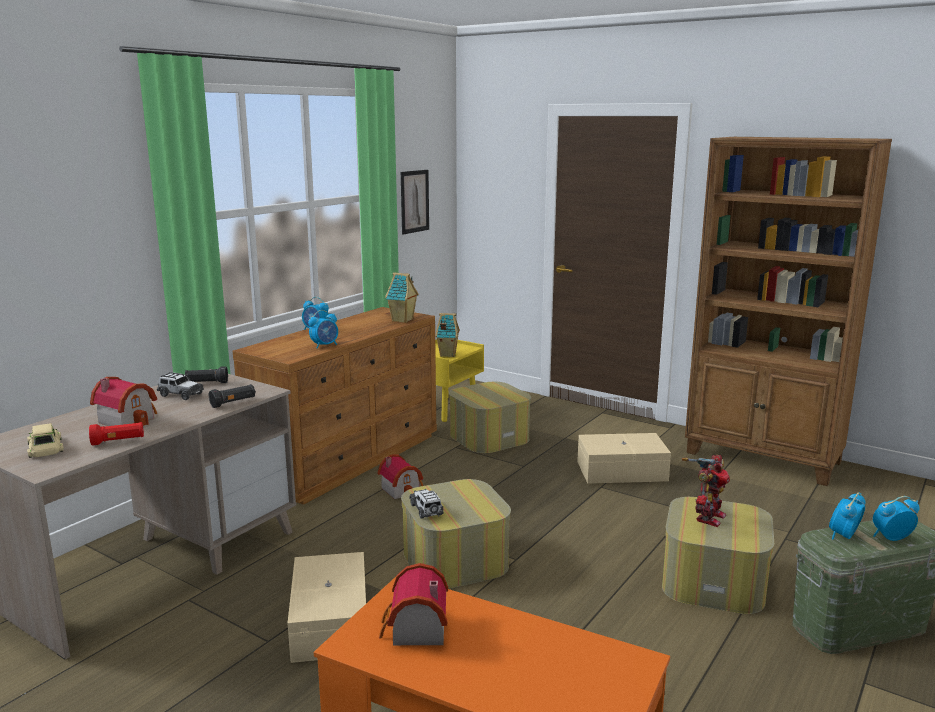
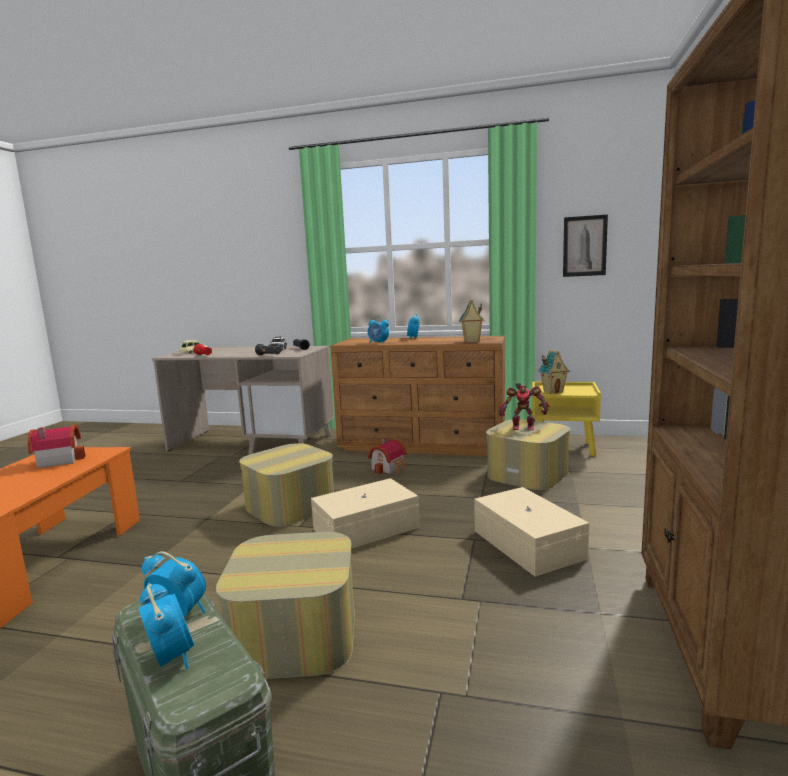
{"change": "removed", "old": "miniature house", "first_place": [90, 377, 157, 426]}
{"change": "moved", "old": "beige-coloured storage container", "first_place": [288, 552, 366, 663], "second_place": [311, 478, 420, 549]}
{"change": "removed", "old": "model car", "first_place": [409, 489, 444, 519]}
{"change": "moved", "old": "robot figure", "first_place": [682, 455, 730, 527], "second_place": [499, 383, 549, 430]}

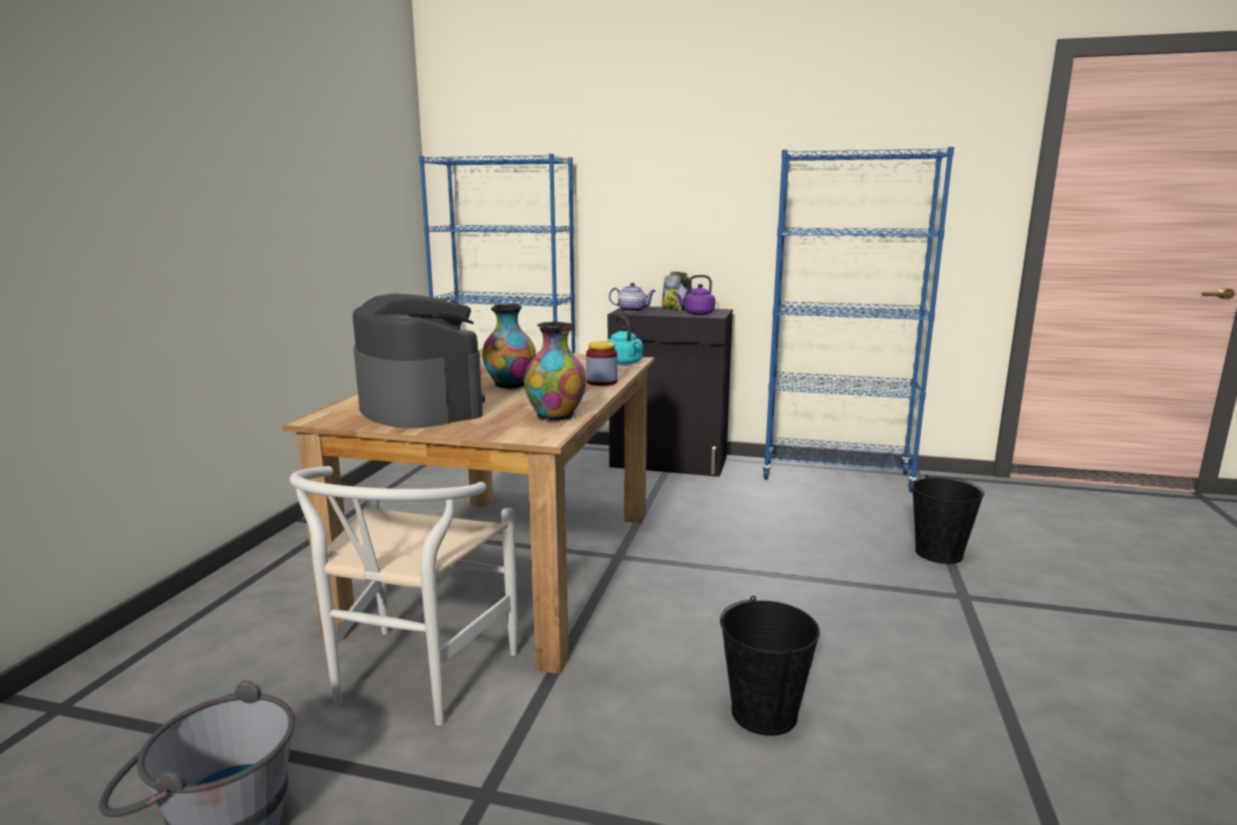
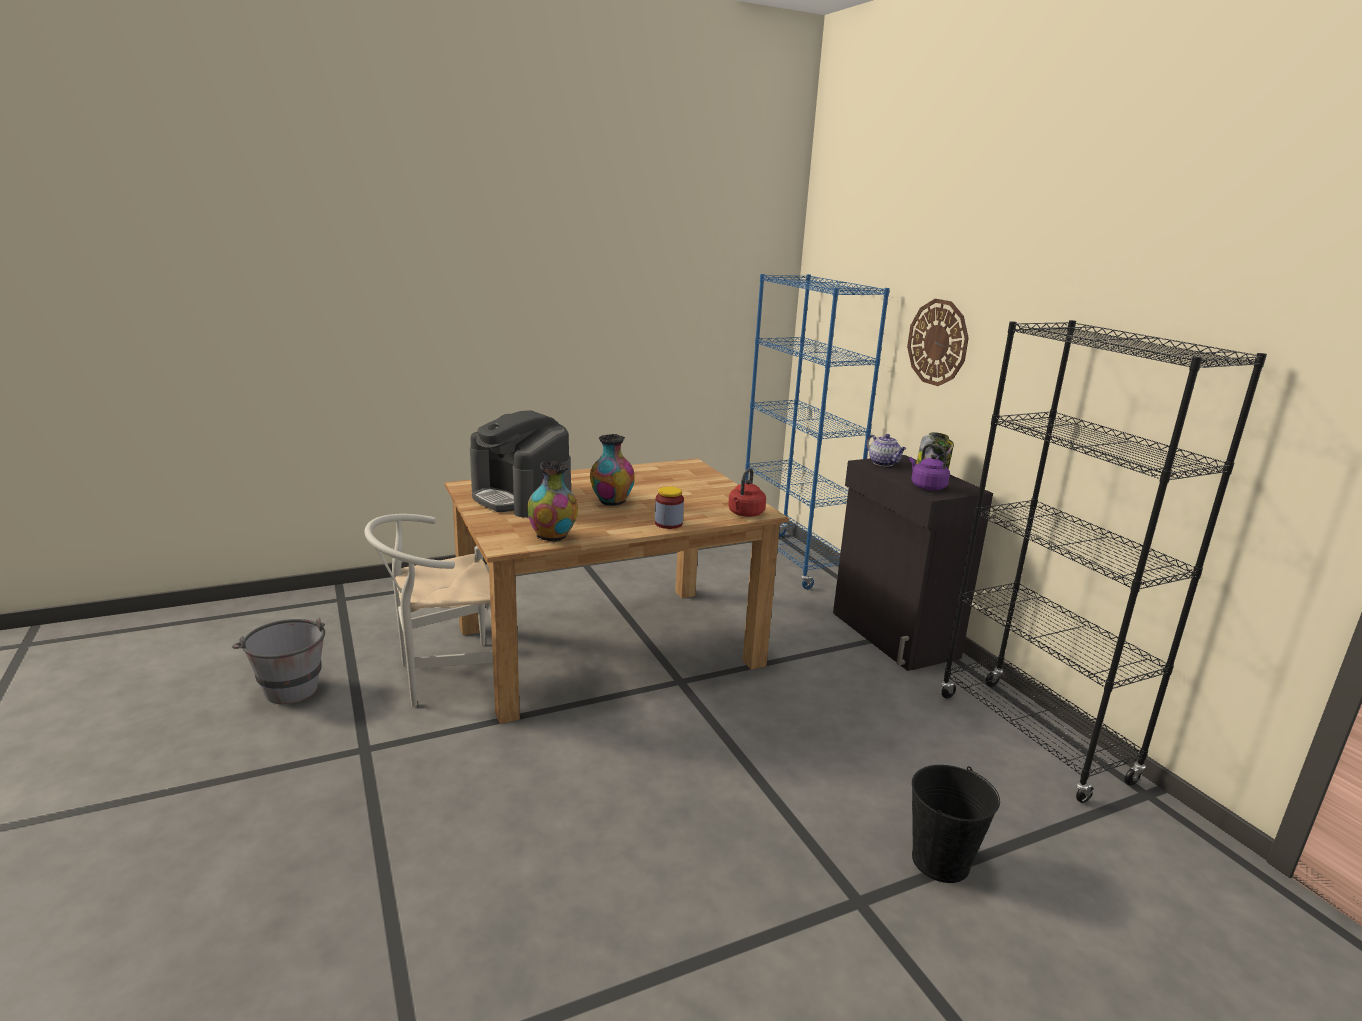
{"change": "turned", "old": "coffee machine", "first_place": [353, 294, 485, 428], "second_place": [470, 410, 571, 518], "degrees": 120}
{"change": "recoloured", "old": "blue-green water kettle", "new": "red water kettle", "first_place": [606, 316, 643, 365], "second_place": [728, 468, 766, 517]}
{"change": "removed", "old": "blackish pail", "first_place": [720, 596, 820, 736]}
{"change": "recoloured", "old": "bluish shelving unit", "new": "blackish shelving unit", "first_place": [762, 147, 954, 492], "second_place": [941, 320, 1267, 803]}
{"change": "added", "new": "hanging clock", "second_place": [907, 299, 969, 386]}

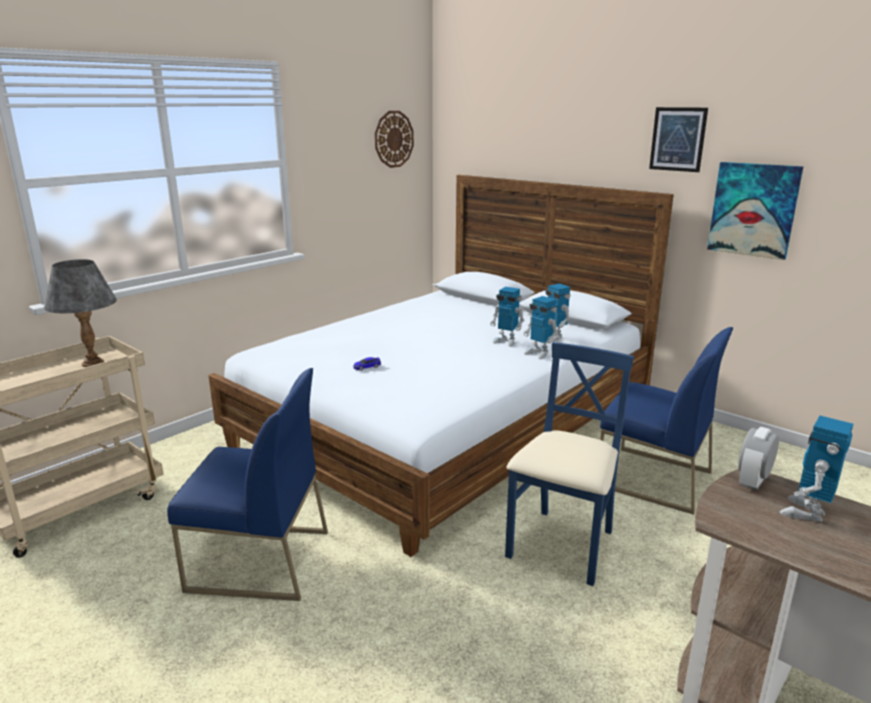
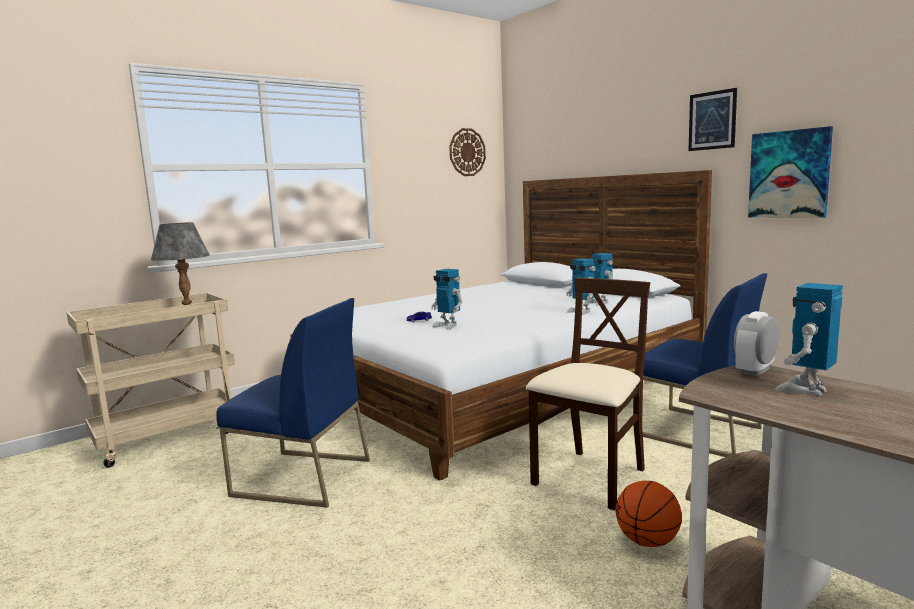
{"change": "moved", "old": "robot figure", "first_place": [490, 287, 524, 347], "second_place": [431, 269, 463, 330]}
{"change": "recoloured", "old": "bluish plain chair", "new": "beige-coloured plain chair", "first_place": [505, 342, 634, 586], "second_place": [526, 278, 650, 510]}
{"change": "added", "new": "basketball", "second_place": [616, 481, 682, 547]}

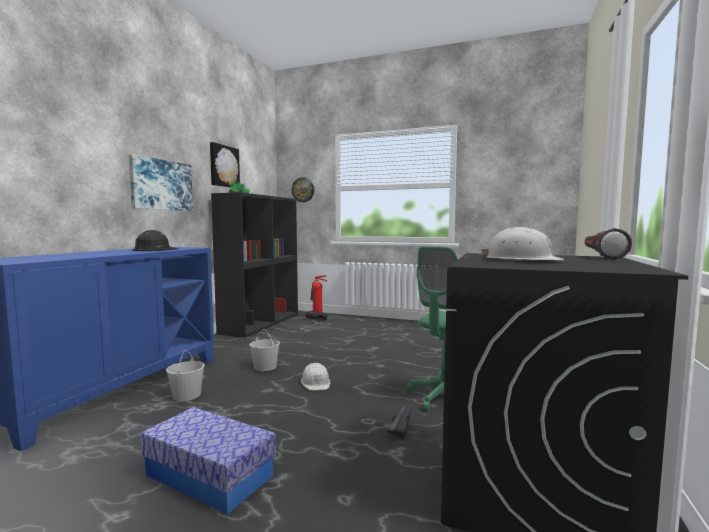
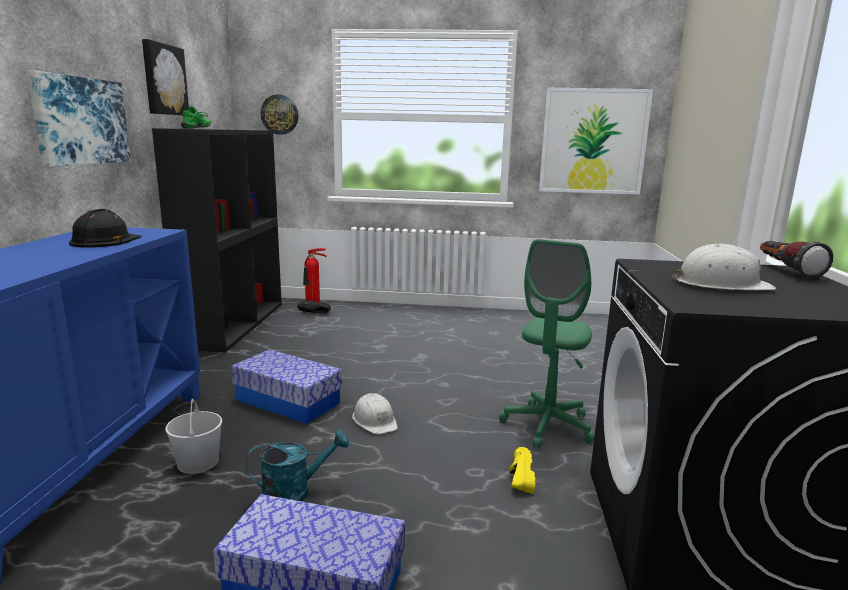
{"change": "replaced", "old": "white pail", "new": "storage container", "first_place": [250, 329, 280, 371], "second_place": [231, 349, 342, 424]}
{"change": "recoloured", "old": "blackish low shoe", "new": "yellowish low shoe", "first_place": [387, 405, 411, 440], "second_place": [509, 447, 536, 494]}
{"change": "added", "new": "blue-green sprinkling can", "second_place": [246, 430, 349, 502]}
{"change": "added", "new": "wall picture", "second_place": [539, 88, 653, 195]}

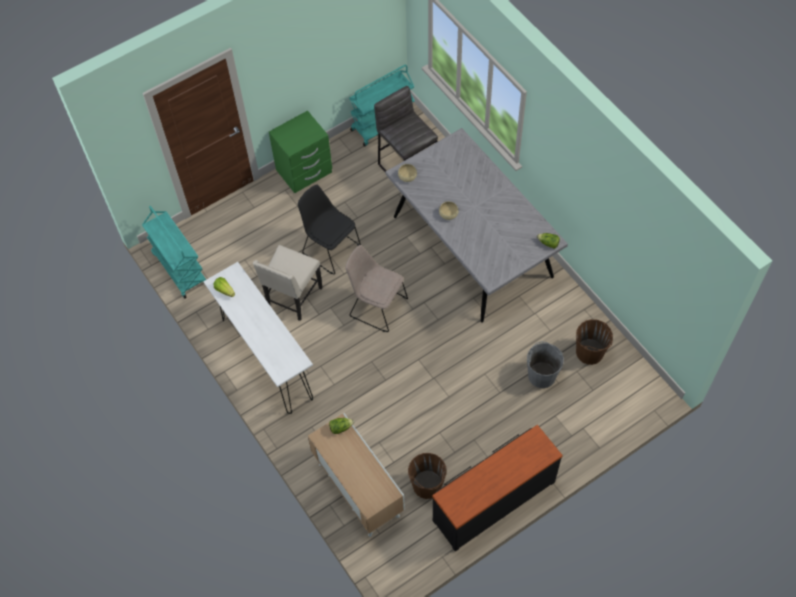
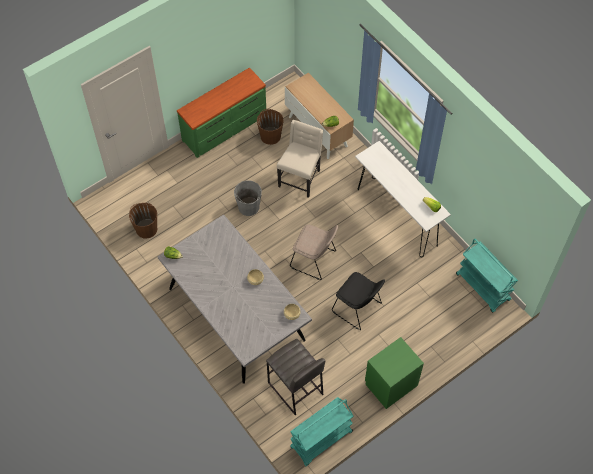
{"change": "moved", "old": "beige-coloured plain chair", "first_place": [253, 245, 322, 321], "second_place": [277, 120, 323, 198]}
{"change": "recoloured", "old": "blackish dresser", "new": "green-coloured dresser", "first_place": [432, 425, 563, 552], "second_place": [177, 68, 266, 158]}
{"change": "moved", "old": "gray pail", "first_place": [527, 341, 564, 388], "second_place": [234, 180, 262, 216]}

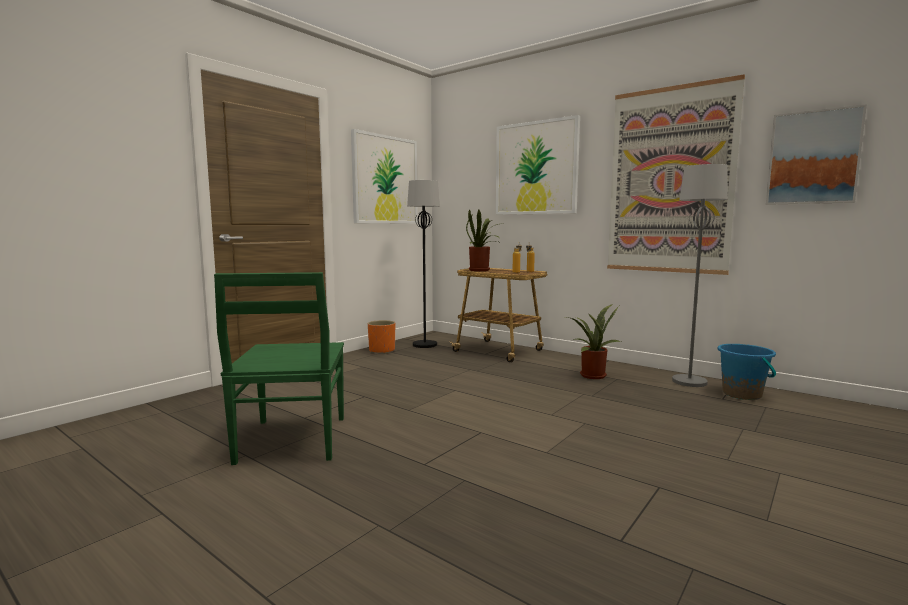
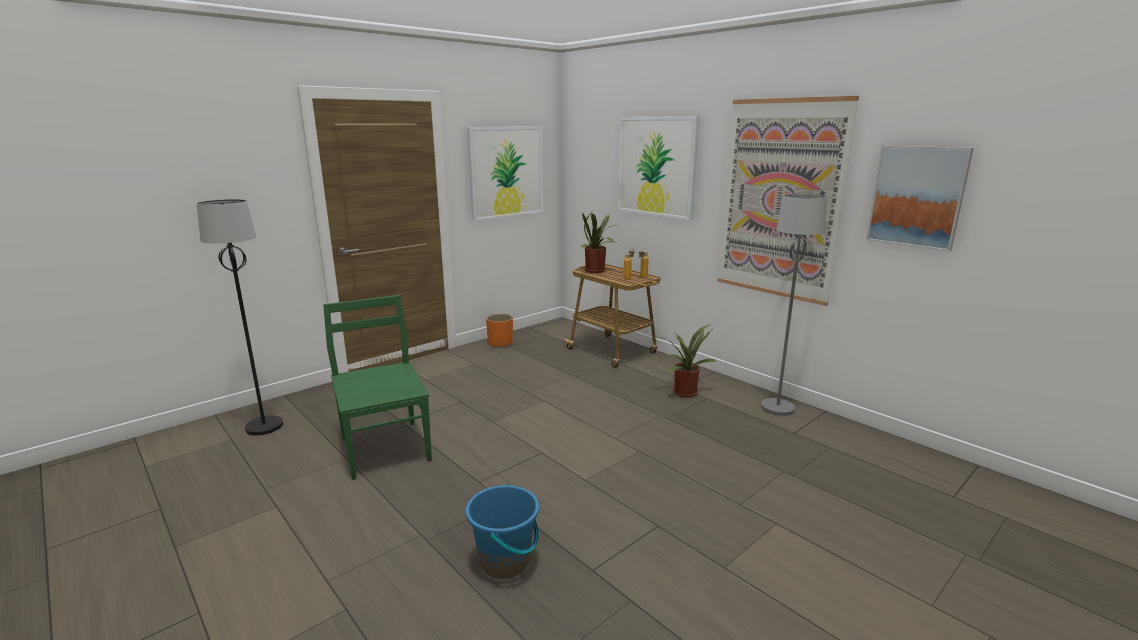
{"change": "turned", "old": "green-coloured plain chair", "first_place": [214, 272, 344, 465], "second_place": [323, 295, 432, 480], "degrees": 150}
{"change": "moved", "old": "blackish standing lamp", "first_place": [407, 180, 440, 348], "second_place": [197, 199, 283, 435]}
{"change": "moved", "old": "bluish pail", "first_place": [718, 344, 776, 400], "second_place": [465, 484, 539, 579]}

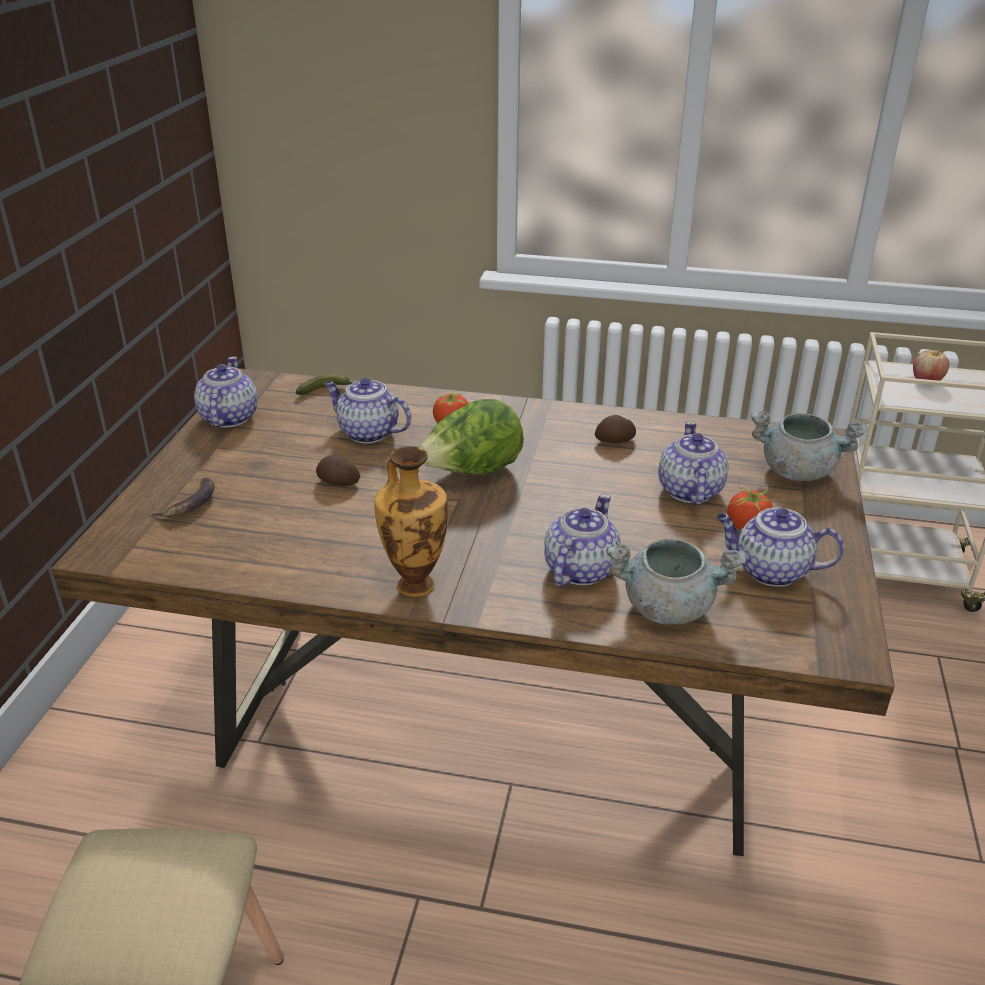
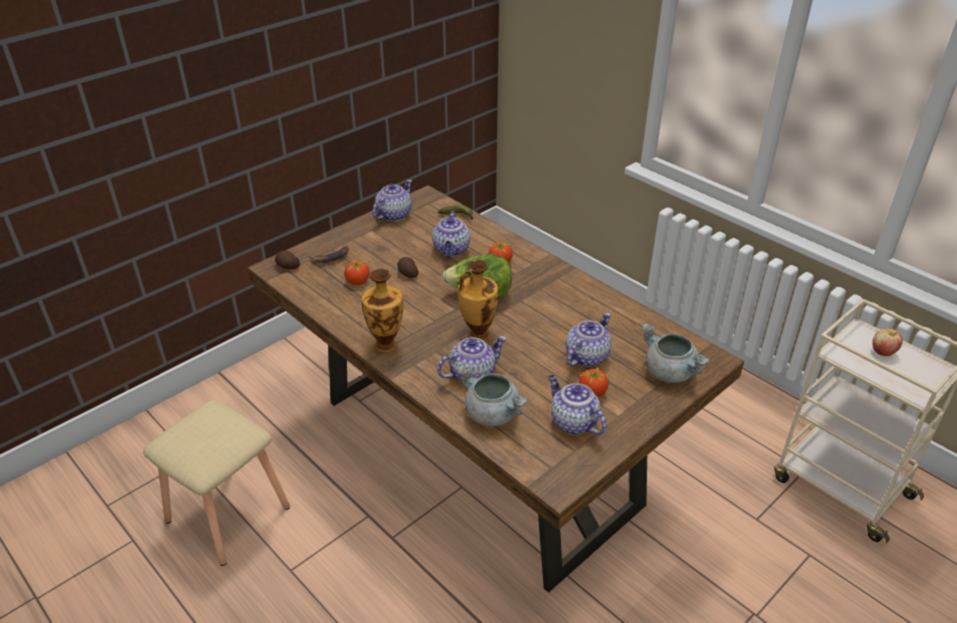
{"change": "turned", "old": "tea pot", "first_place": [324, 378, 411, 443], "second_place": [432, 211, 470, 256], "degrees": -150}
{"change": "moved", "old": "spud", "first_place": [595, 415, 636, 443], "second_place": [275, 250, 300, 269]}
{"change": "added", "new": "tomato", "second_place": [343, 259, 370, 285]}
{"change": "added", "new": "vase", "second_place": [457, 260, 499, 341]}

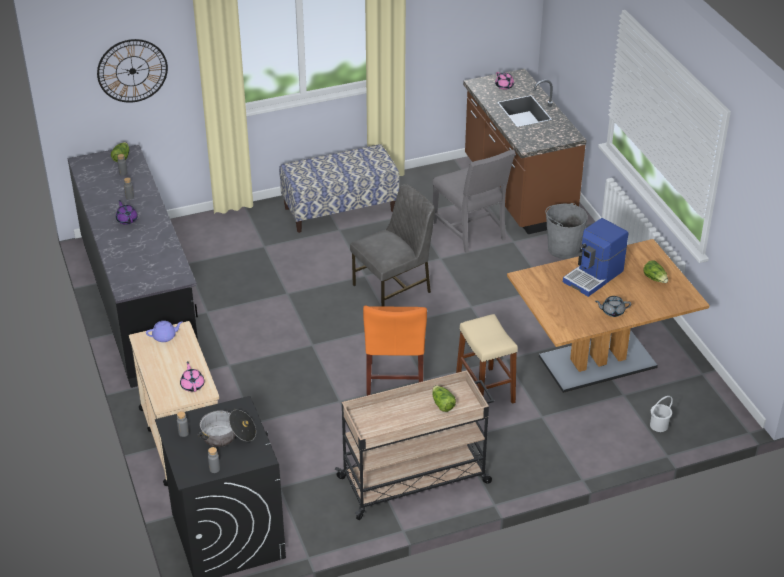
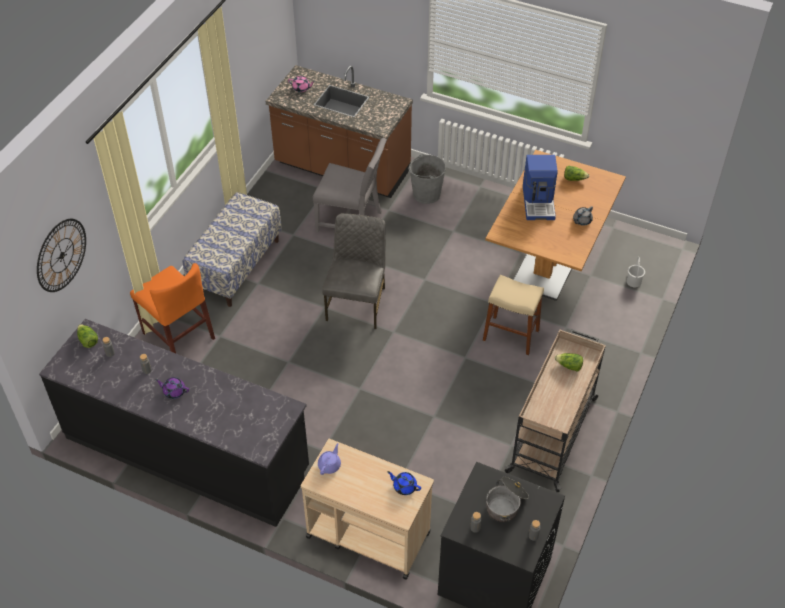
{"change": "recoloured", "old": "pink tea pot", "new": "bluish tea pot", "first_place": [180, 361, 205, 392], "second_place": [387, 471, 421, 495]}
{"change": "moved", "old": "orange plain chair", "first_place": [363, 306, 427, 396], "second_place": [130, 263, 215, 353]}

